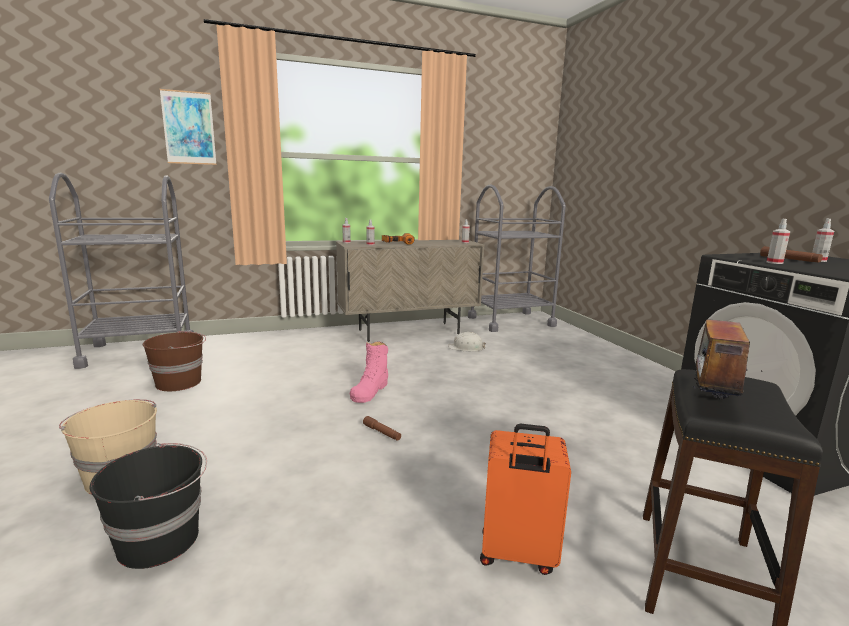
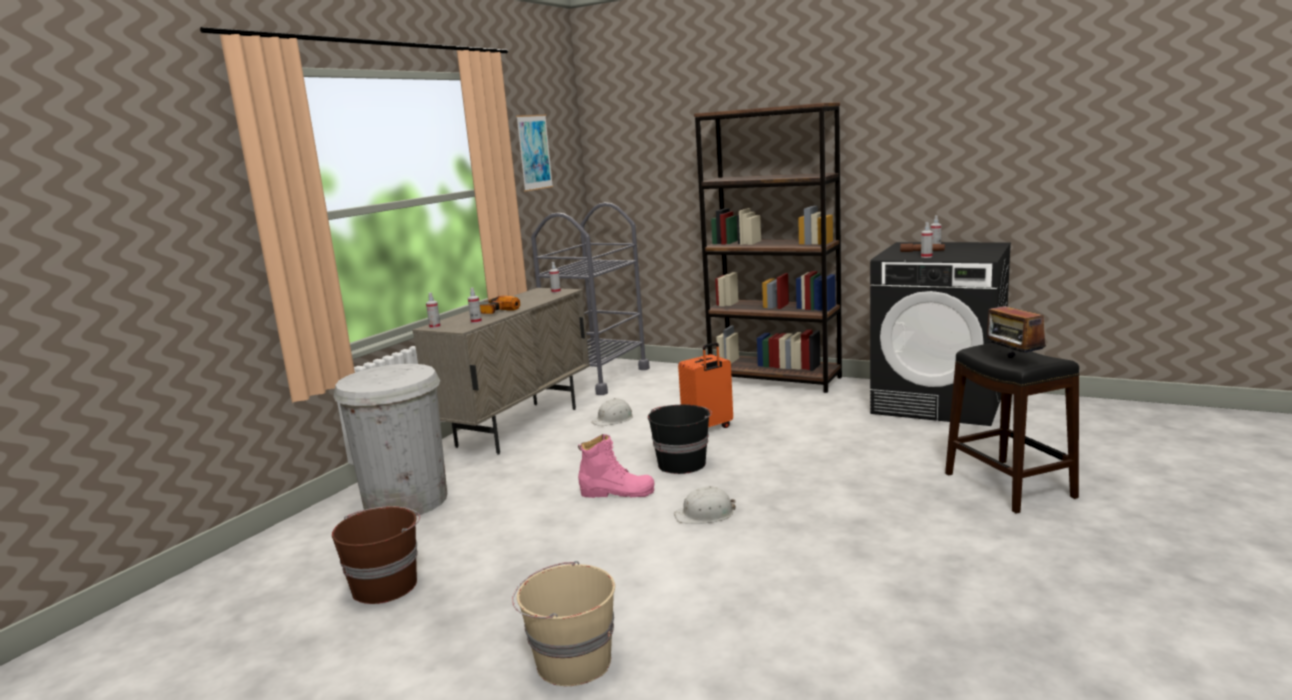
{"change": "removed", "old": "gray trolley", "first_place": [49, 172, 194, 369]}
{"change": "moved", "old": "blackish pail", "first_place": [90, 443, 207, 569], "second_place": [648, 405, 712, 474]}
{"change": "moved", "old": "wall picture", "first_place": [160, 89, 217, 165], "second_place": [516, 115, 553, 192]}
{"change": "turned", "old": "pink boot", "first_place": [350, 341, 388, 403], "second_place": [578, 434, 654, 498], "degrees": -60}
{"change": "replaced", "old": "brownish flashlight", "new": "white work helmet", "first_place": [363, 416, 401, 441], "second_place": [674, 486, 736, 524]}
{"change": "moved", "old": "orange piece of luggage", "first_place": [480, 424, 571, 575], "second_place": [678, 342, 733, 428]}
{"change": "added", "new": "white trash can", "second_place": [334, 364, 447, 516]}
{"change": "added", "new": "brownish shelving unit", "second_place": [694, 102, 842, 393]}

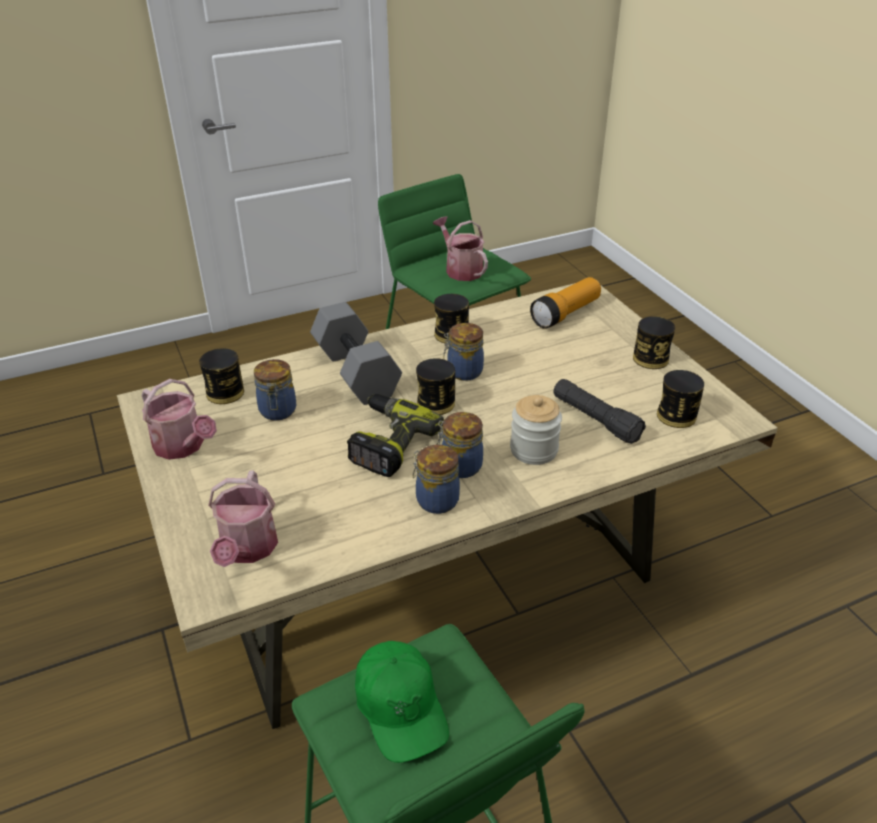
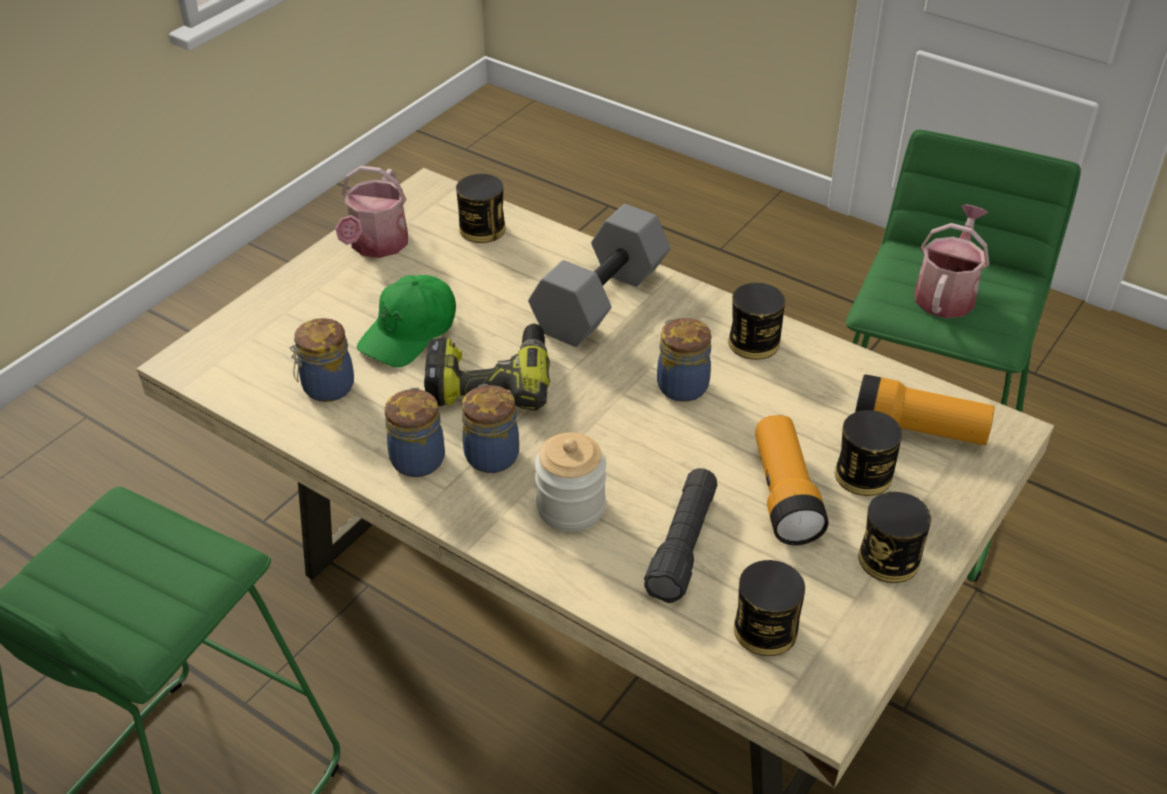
{"change": "removed", "old": "sprinkling can", "first_place": [208, 471, 278, 567]}
{"change": "moved", "old": "storage jar", "first_place": [254, 359, 296, 421], "second_place": [289, 318, 354, 402]}
{"change": "moved", "old": "green-coloured peaked cap", "first_place": [355, 641, 449, 763], "second_place": [357, 275, 456, 367]}
{"change": "moved", "old": "sealed can", "first_place": [416, 358, 455, 415], "second_place": [835, 410, 902, 496]}
{"change": "added", "new": "flashlight", "second_place": [755, 415, 828, 545]}

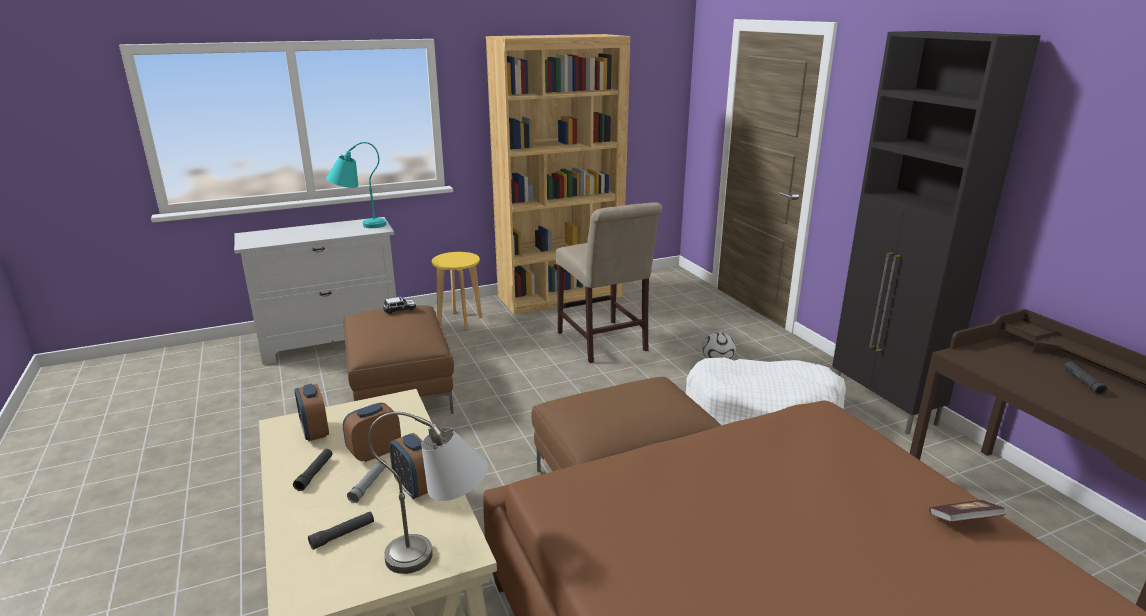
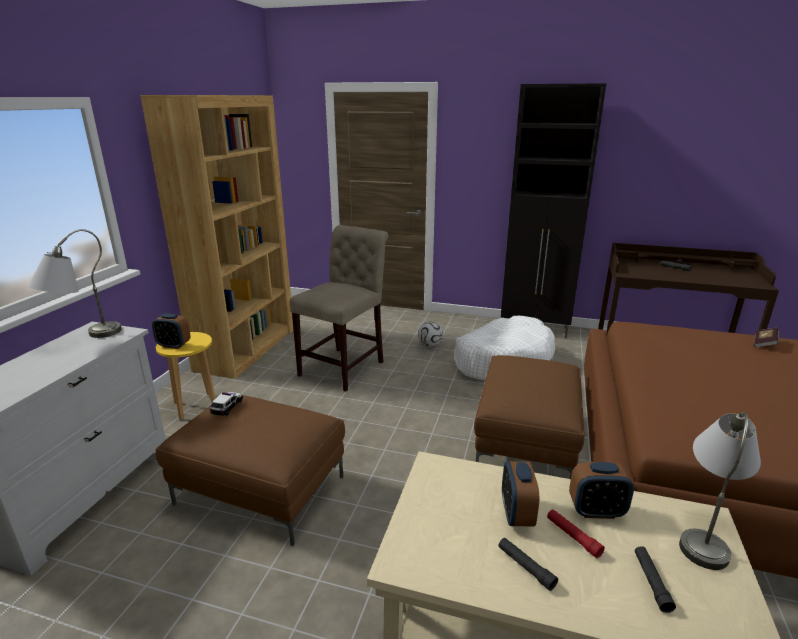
{"change": "moved", "old": "table clock", "first_place": [294, 384, 329, 441], "second_place": [152, 314, 191, 349]}
{"change": "recoloured", "old": "blue-green tabletop lamp", "new": "gray tabletop lamp", "first_place": [326, 142, 387, 228], "second_place": [28, 229, 122, 338]}
{"change": "recoloured", "old": "gray flashlight", "new": "red flashlight", "first_place": [347, 459, 386, 503], "second_place": [547, 509, 605, 558]}
{"change": "turned", "old": "beige-coloured plain chair", "first_place": [556, 202, 663, 363], "second_place": [290, 225, 388, 392], "degrees": -75}

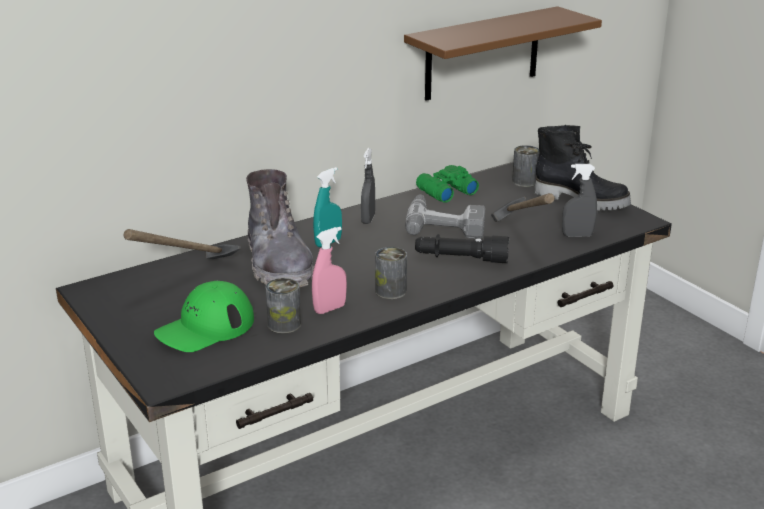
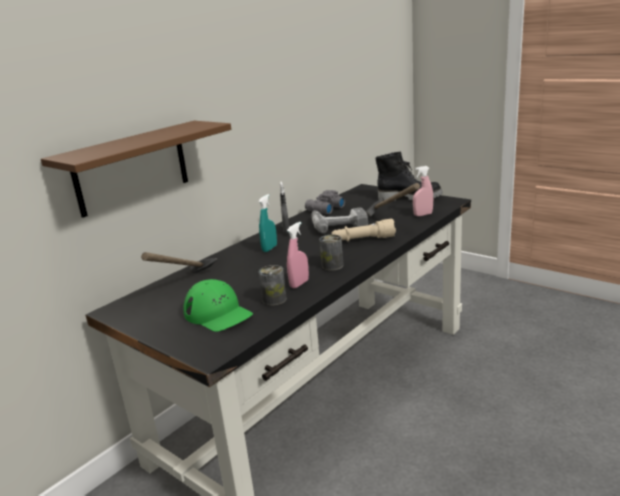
{"change": "turned", "old": "green-coloured peaked cap", "first_place": [154, 281, 254, 352], "second_place": [183, 279, 253, 332], "degrees": -75}
{"change": "removed", "old": "gray boot", "first_place": [246, 169, 314, 288]}
{"change": "moved", "old": "brownish shelf", "first_place": [404, 6, 602, 101], "second_place": [41, 121, 231, 218]}
{"change": "recoloured", "old": "blackish flashlight", "new": "beige-coloured flashlight", "first_place": [415, 234, 509, 263], "second_place": [332, 219, 396, 242]}
{"change": "recoloured", "old": "green-coloured field glasses", "new": "gray field glasses", "first_place": [416, 165, 479, 203], "second_place": [305, 190, 345, 214]}
{"change": "removed", "old": "sealed can", "first_place": [512, 145, 540, 187]}
{"change": "recoloured", "old": "gray spray bottle", "new": "pink spray bottle", "first_place": [562, 164, 597, 237], "second_place": [413, 166, 433, 216]}

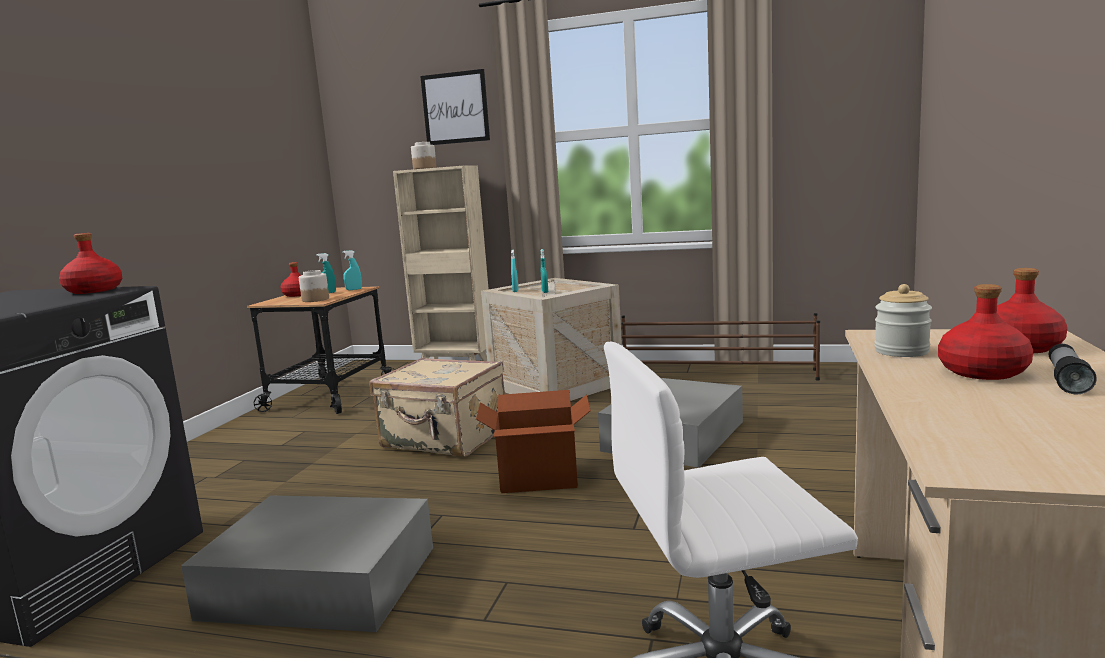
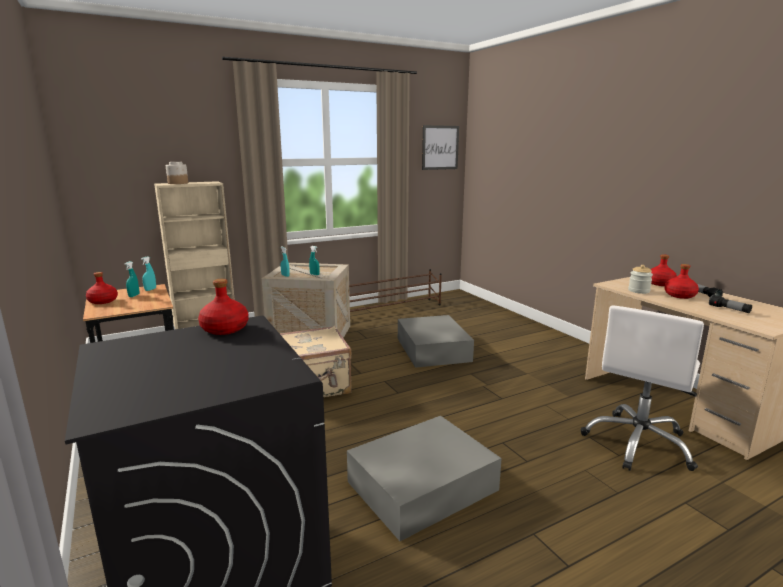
{"change": "removed", "old": "storage jar", "first_place": [299, 270, 329, 302]}
{"change": "moved", "old": "wall picture", "first_place": [420, 69, 490, 145], "second_place": [422, 125, 459, 170]}
{"change": "removed", "old": "carton", "first_place": [476, 390, 591, 493]}
{"change": "added", "new": "flashlight", "second_place": [709, 294, 752, 313]}

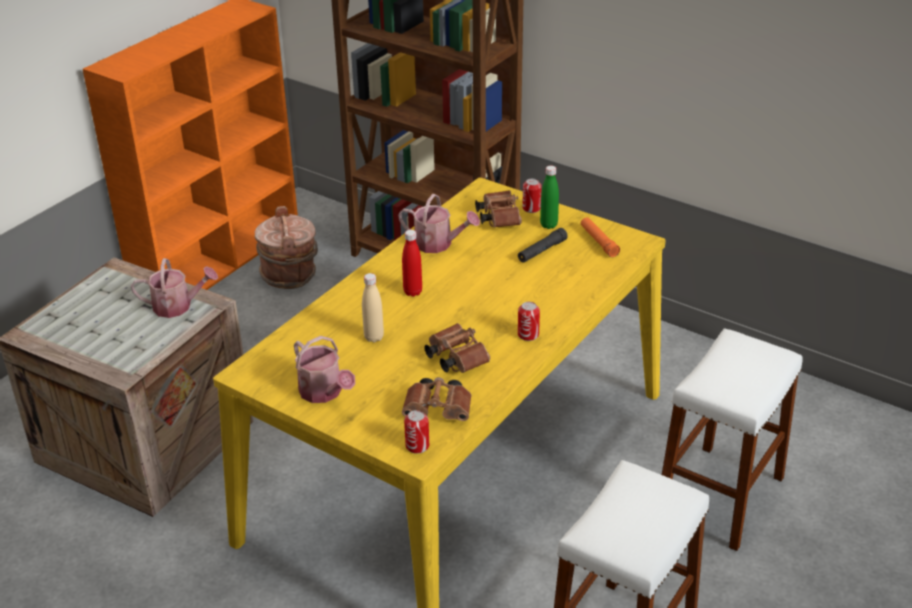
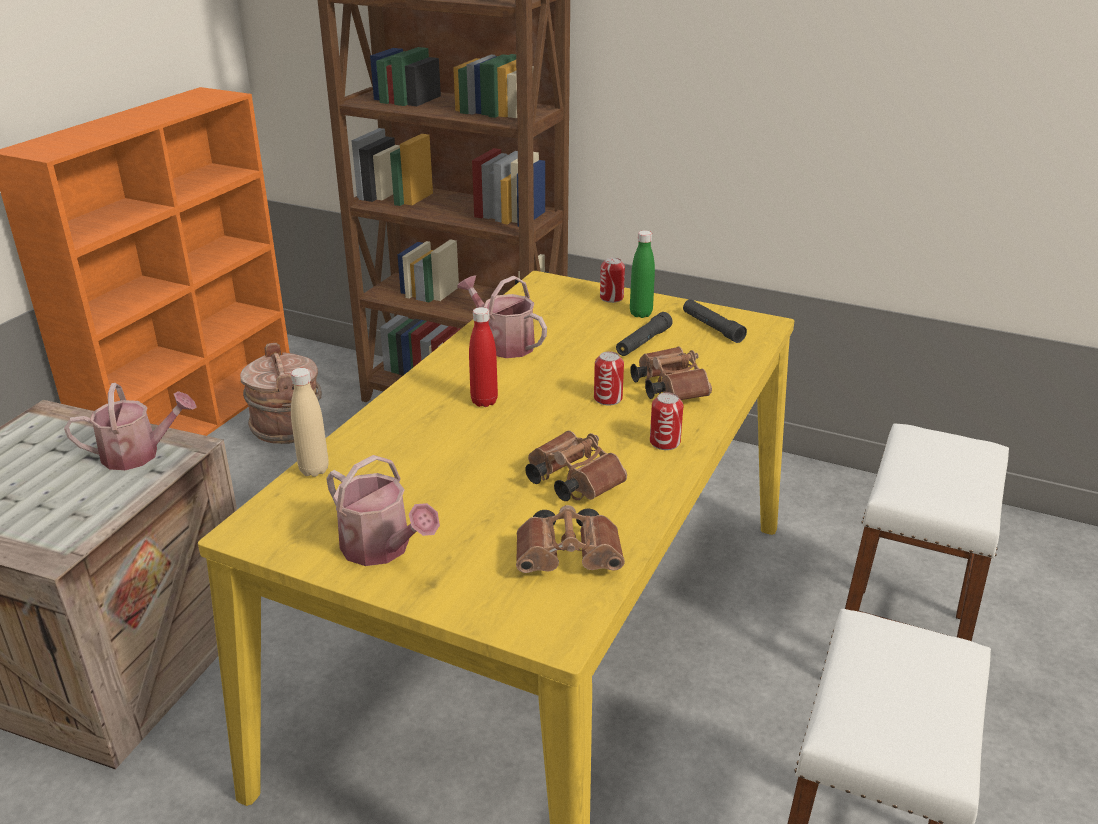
{"change": "moved", "old": "beige-coloured bottle", "first_place": [362, 273, 384, 343], "second_place": [291, 368, 329, 477]}
{"change": "turned", "old": "sprinkling can", "first_place": [398, 194, 480, 253], "second_place": [457, 275, 547, 358], "degrees": -150}
{"change": "moved", "old": "sealed can", "first_place": [404, 410, 429, 454], "second_place": [594, 351, 624, 405]}
{"change": "moved", "old": "brownish field glasses", "first_place": [475, 190, 522, 227], "second_place": [630, 347, 712, 400]}
{"change": "recoloured", "old": "orange flashlight", "new": "blackish flashlight", "first_place": [581, 217, 620, 257], "second_place": [683, 299, 747, 343]}

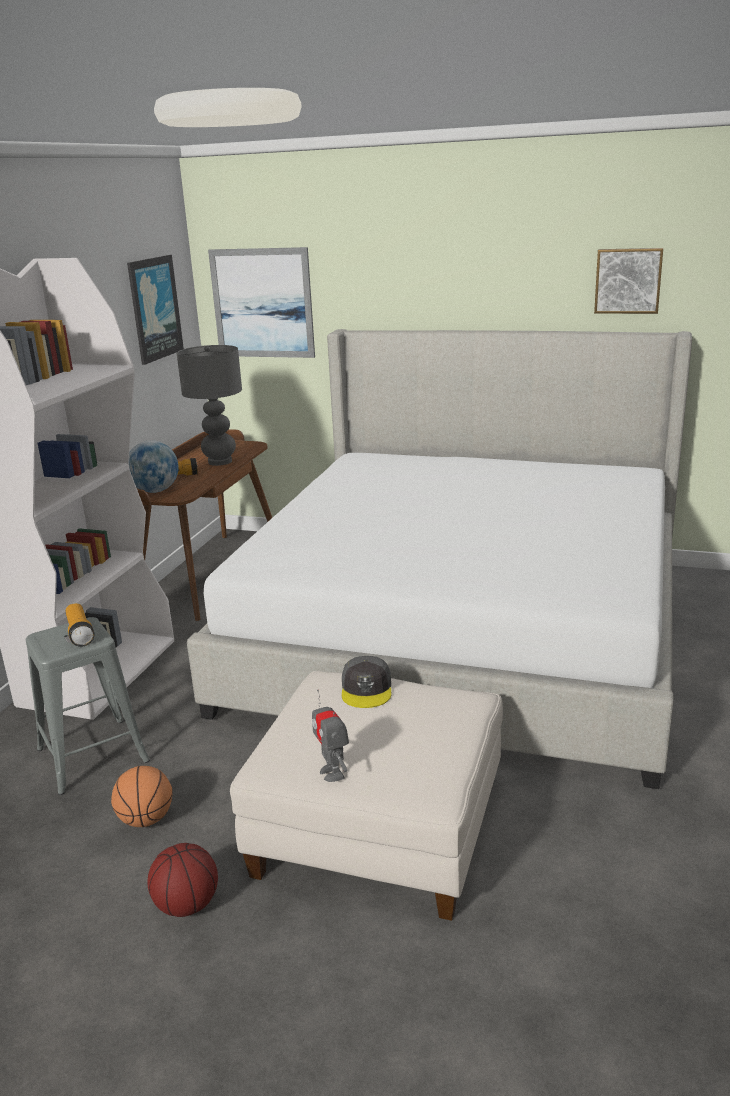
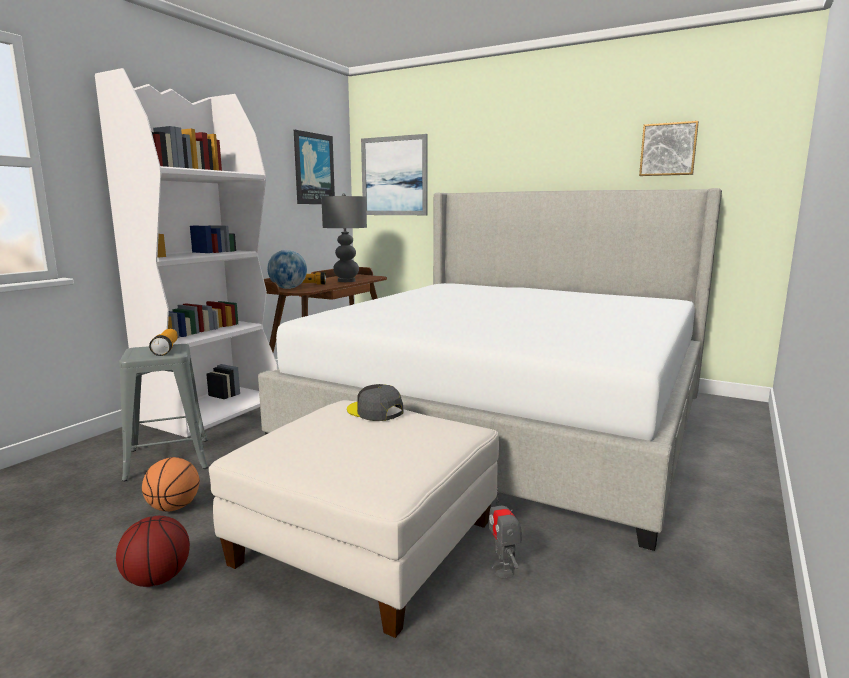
{"change": "moved", "old": "robot figure", "first_place": [312, 690, 349, 782], "second_place": [489, 489, 522, 578]}
{"change": "turned", "old": "gray peaked cap", "first_place": [342, 656, 391, 708], "second_place": [347, 384, 404, 421], "degrees": 120}

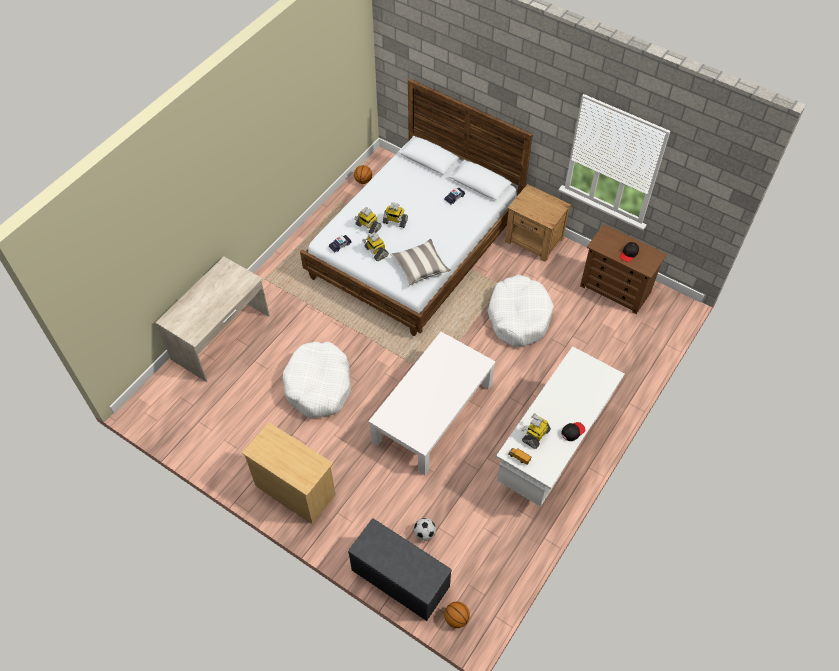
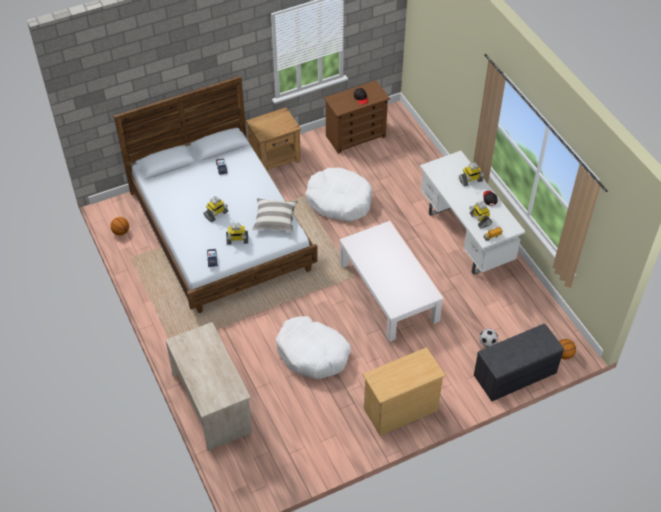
{"change": "moved", "old": "robot figure", "first_place": [354, 207, 382, 234], "second_place": [459, 162, 484, 186]}

